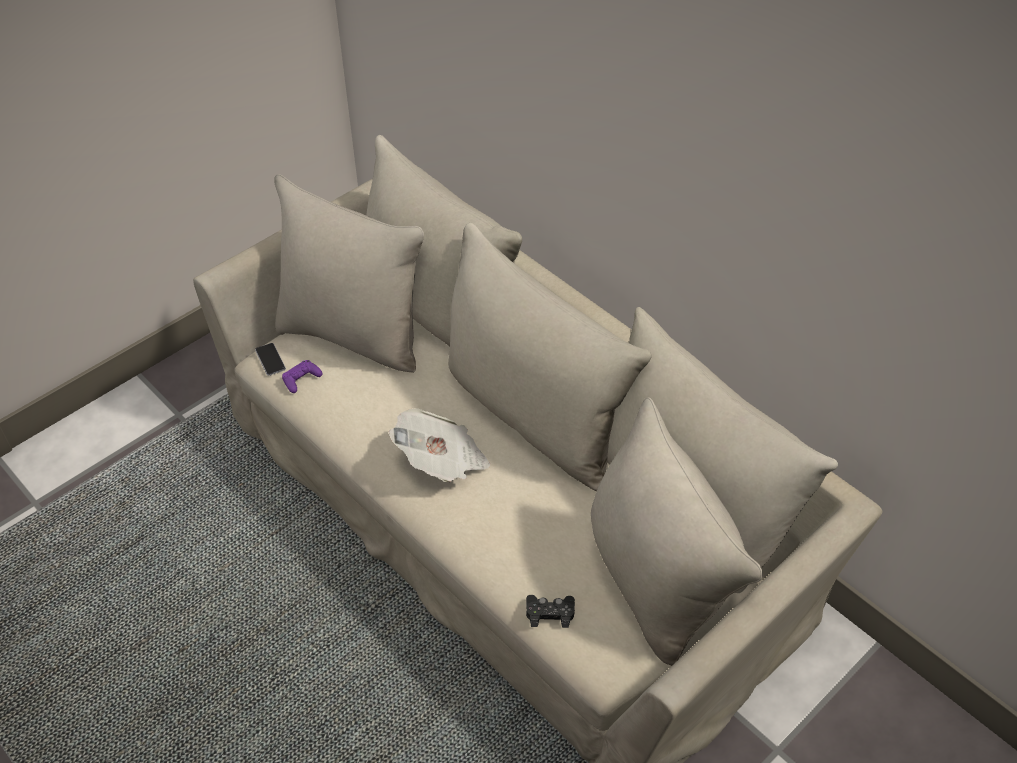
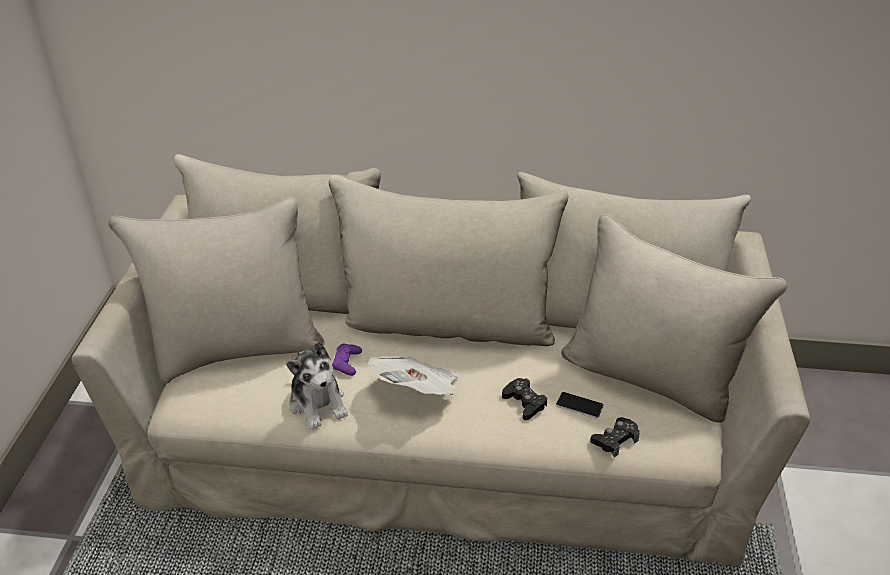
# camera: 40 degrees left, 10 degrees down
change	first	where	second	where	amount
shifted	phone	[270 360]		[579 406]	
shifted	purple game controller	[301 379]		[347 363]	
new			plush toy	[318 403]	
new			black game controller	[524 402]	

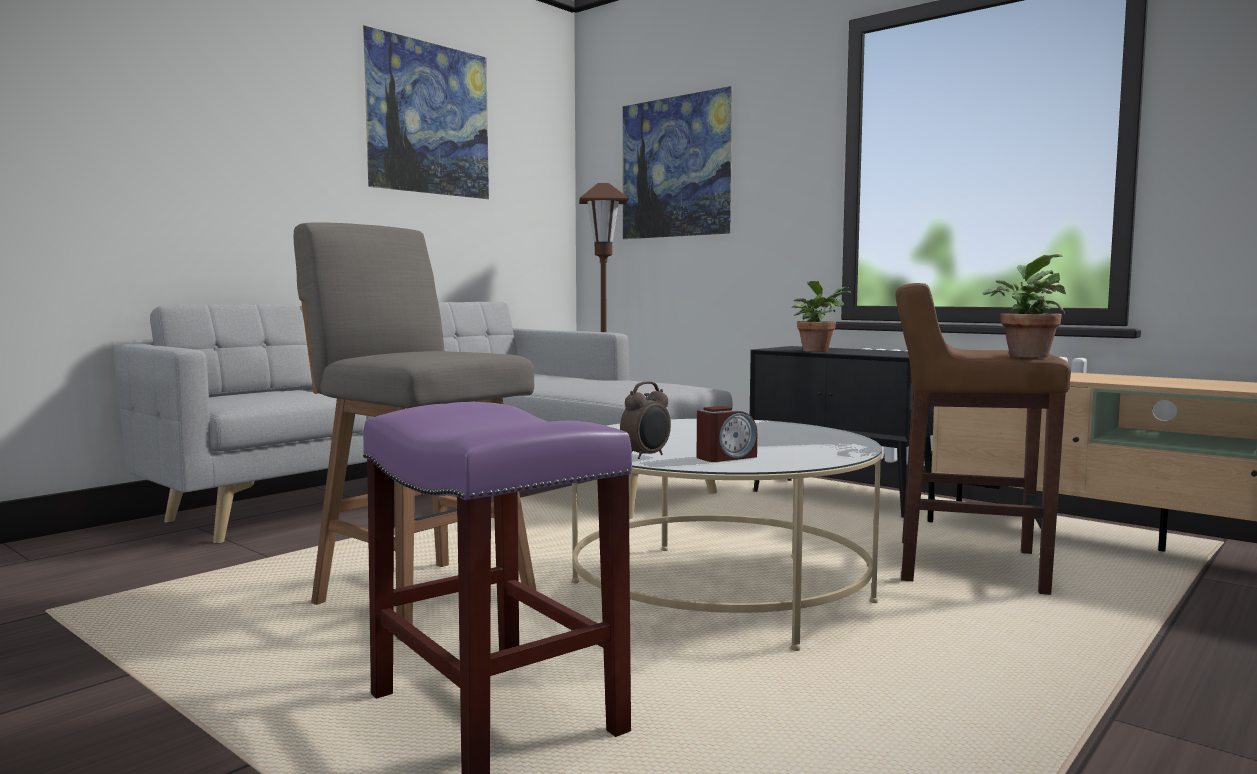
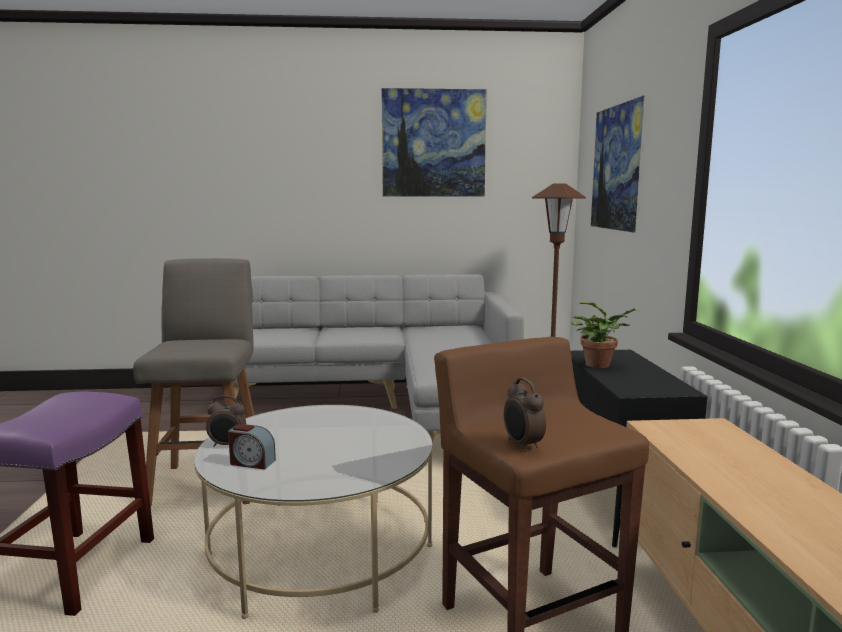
# camera: 45 degrees right, 5 degrees up
change	first	where	second	where	amount
swapped	potted plant	[1025 355]	alarm clock	[522 445]	

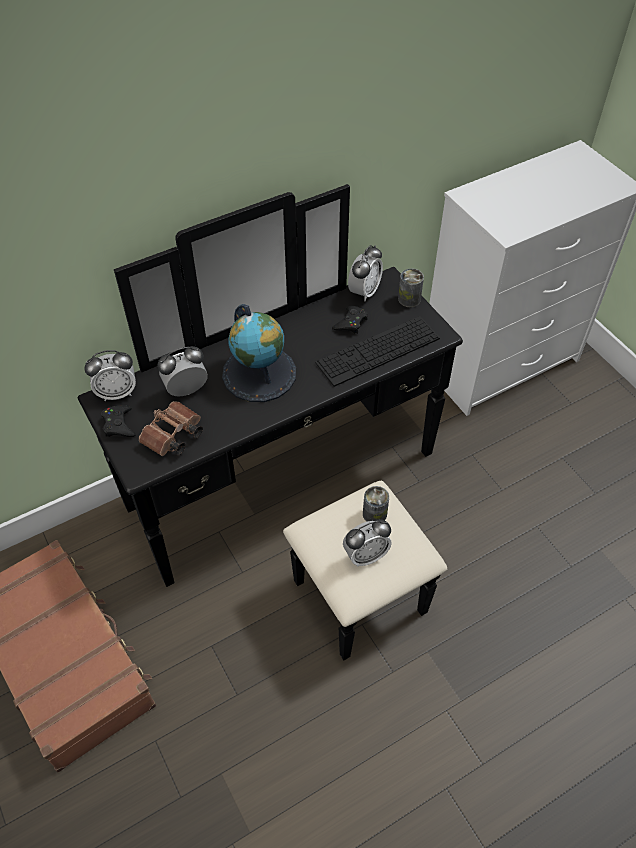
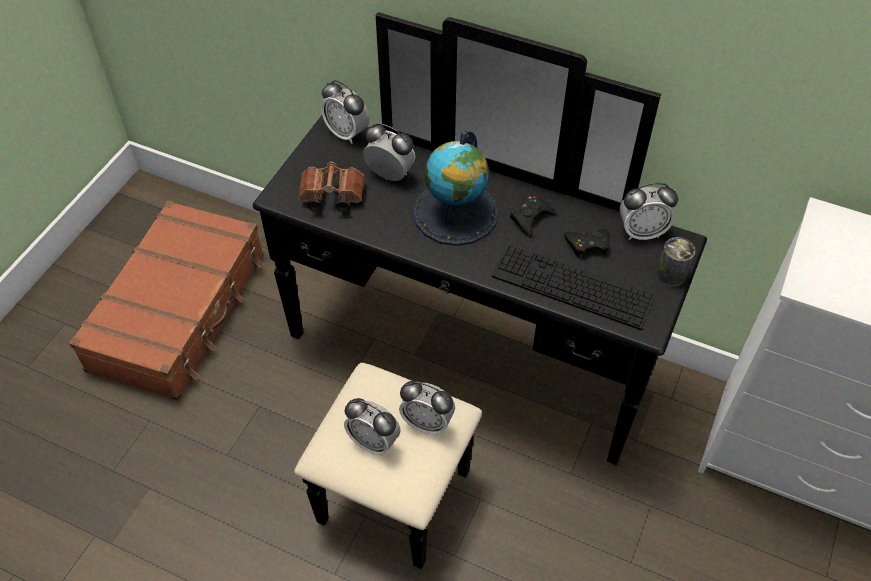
# camera: 55 degrees right, 0 degrees up
change	first	where	second	where	amount
shifted	black game controller	[119 424]		[530 218]	
swapped	can	[374 514]	alarm clock	[427 422]	

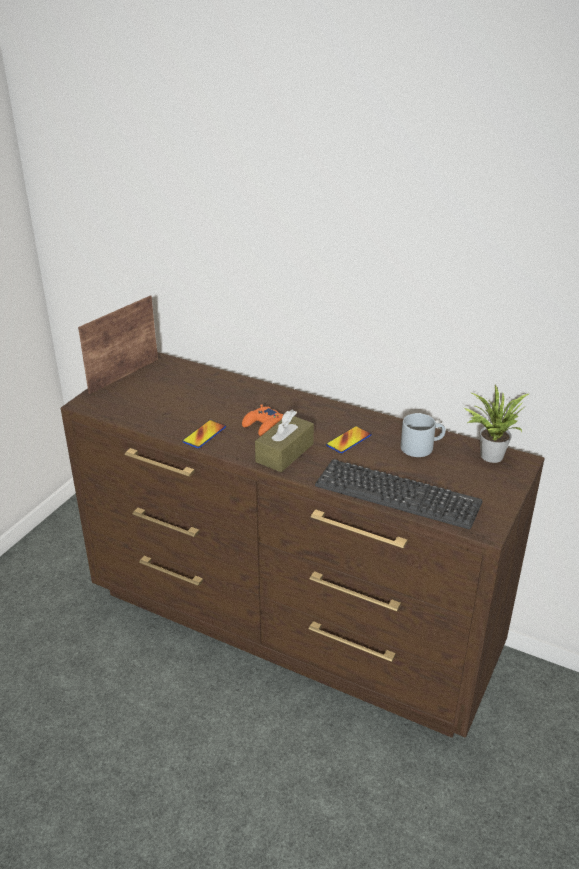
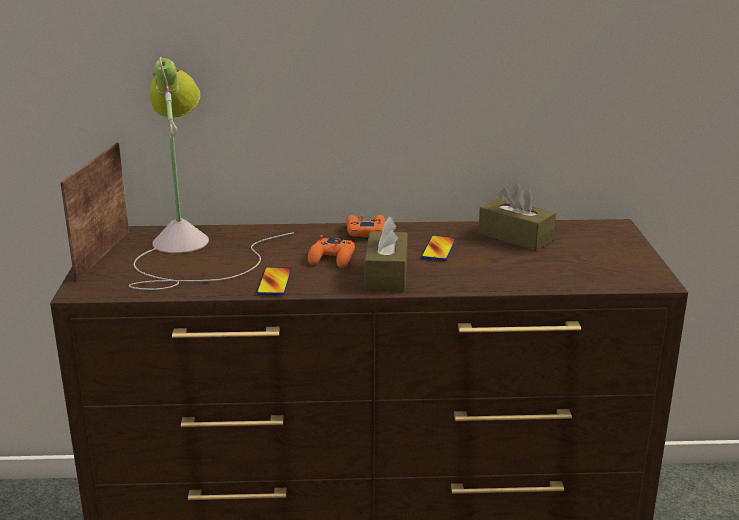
# camera: 30 degrees left, 10 degrees down
change	first	where	second	where	amount
gone	potted plant	[489 454]			
swapped	grey mug	[422 447]	brown tissue box	[515 237]	
gone	keyboard	[397 494]			
new			table lamp	[189 250]	
new			orange game controller	[365 231]	

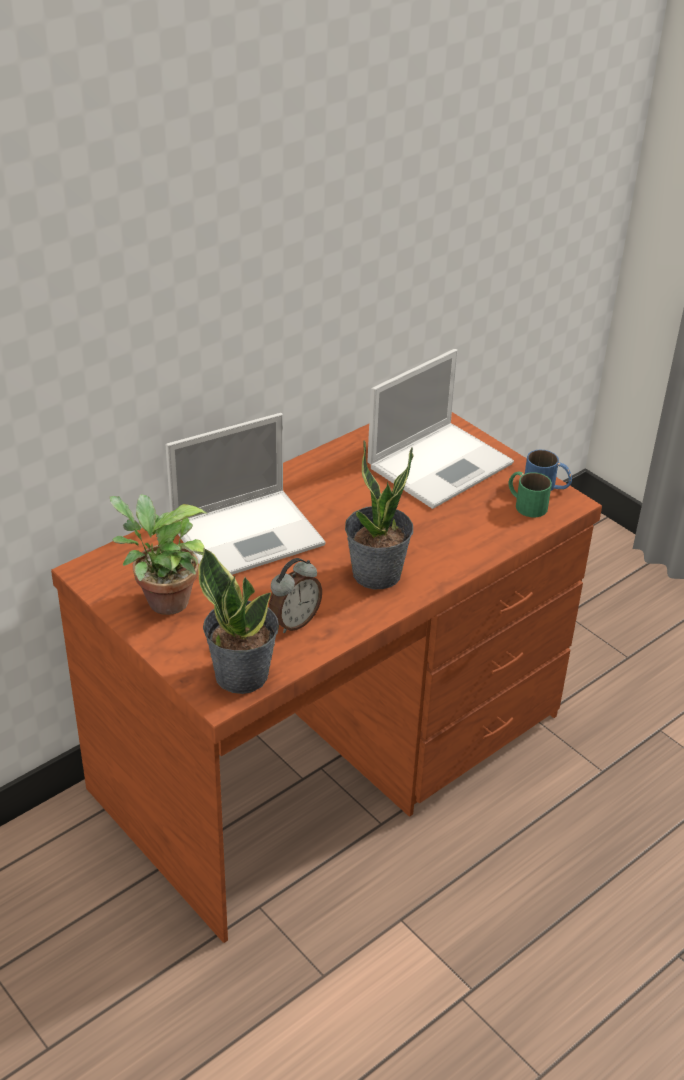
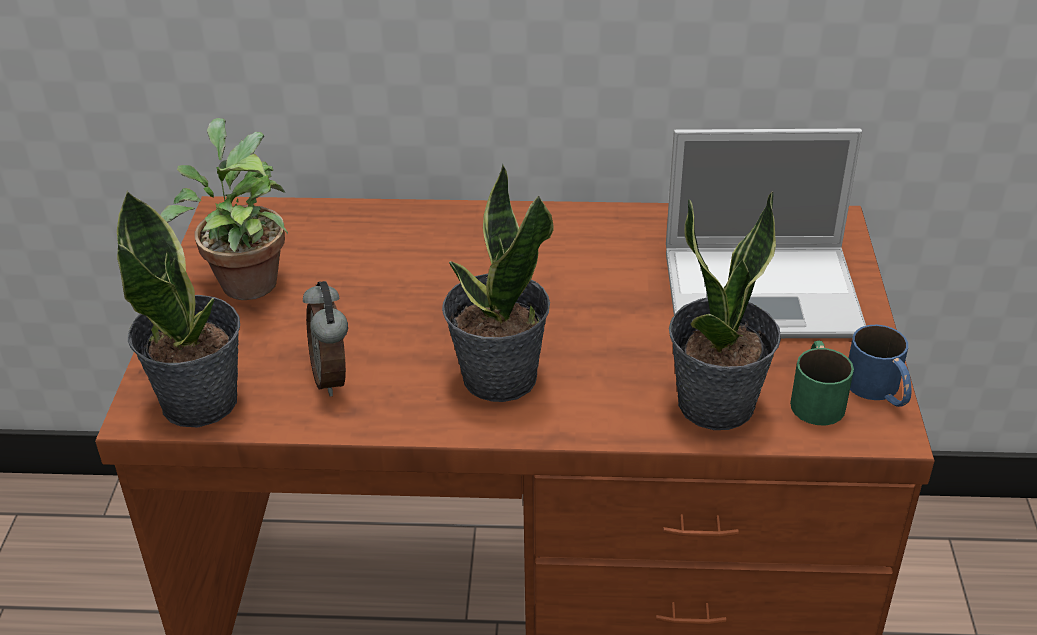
# camera: 45 degrees right, 0 degrees up
change	first	where	second	where	amount
gone	laptop	[250 533]			
rotated	alarm clock	[294 621]		[333 377]	75 degrees clockwise
new			potted plant	[717 405]	

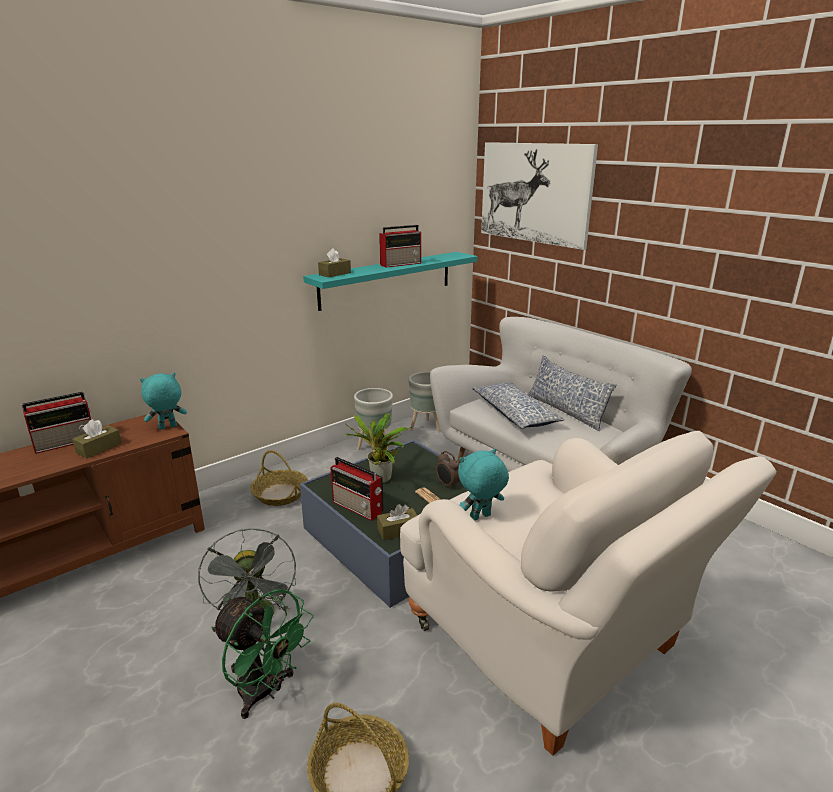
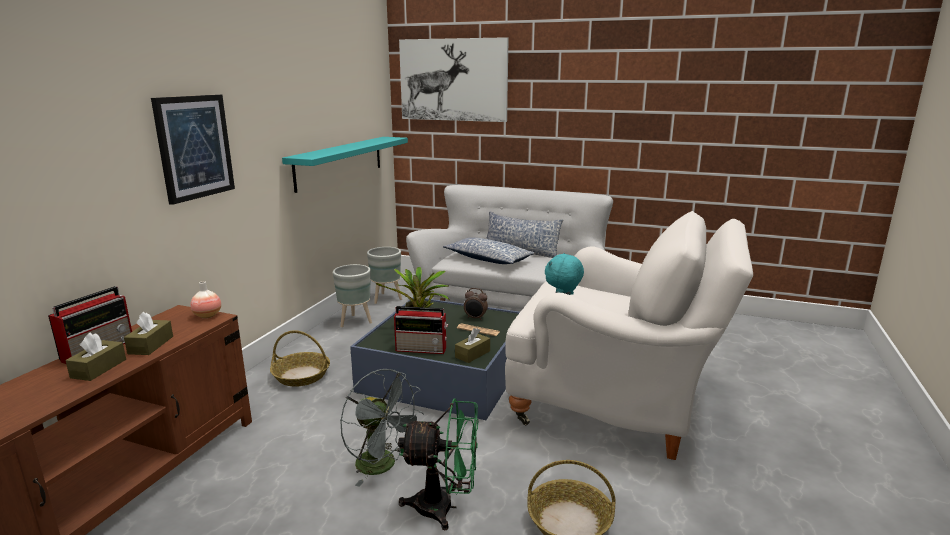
# camera: 30 degrees left, 5 degrees down
change	first	where	second	where	amount
gone	radio	[401 264]			
shifted	brown tissue box	[335 274]		[99 368]	
swapped	turquoise plush toy	[167 428]	vase	[207 315]	
new			picture	[194 147]	

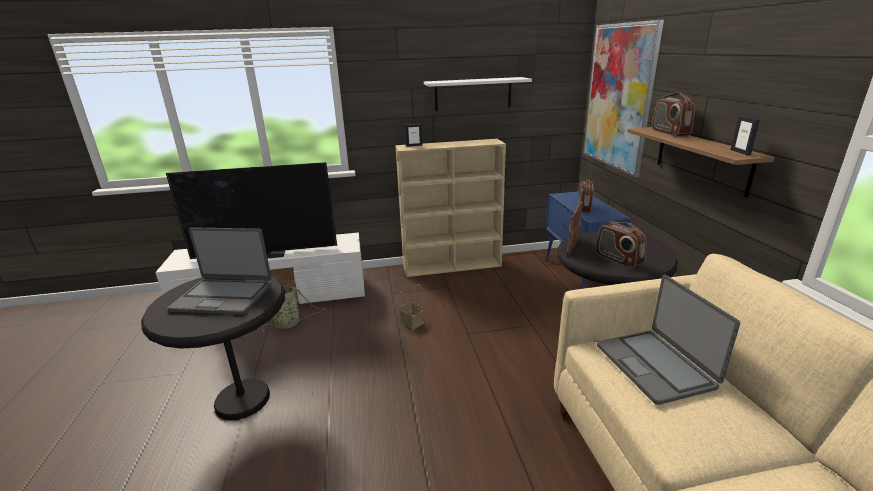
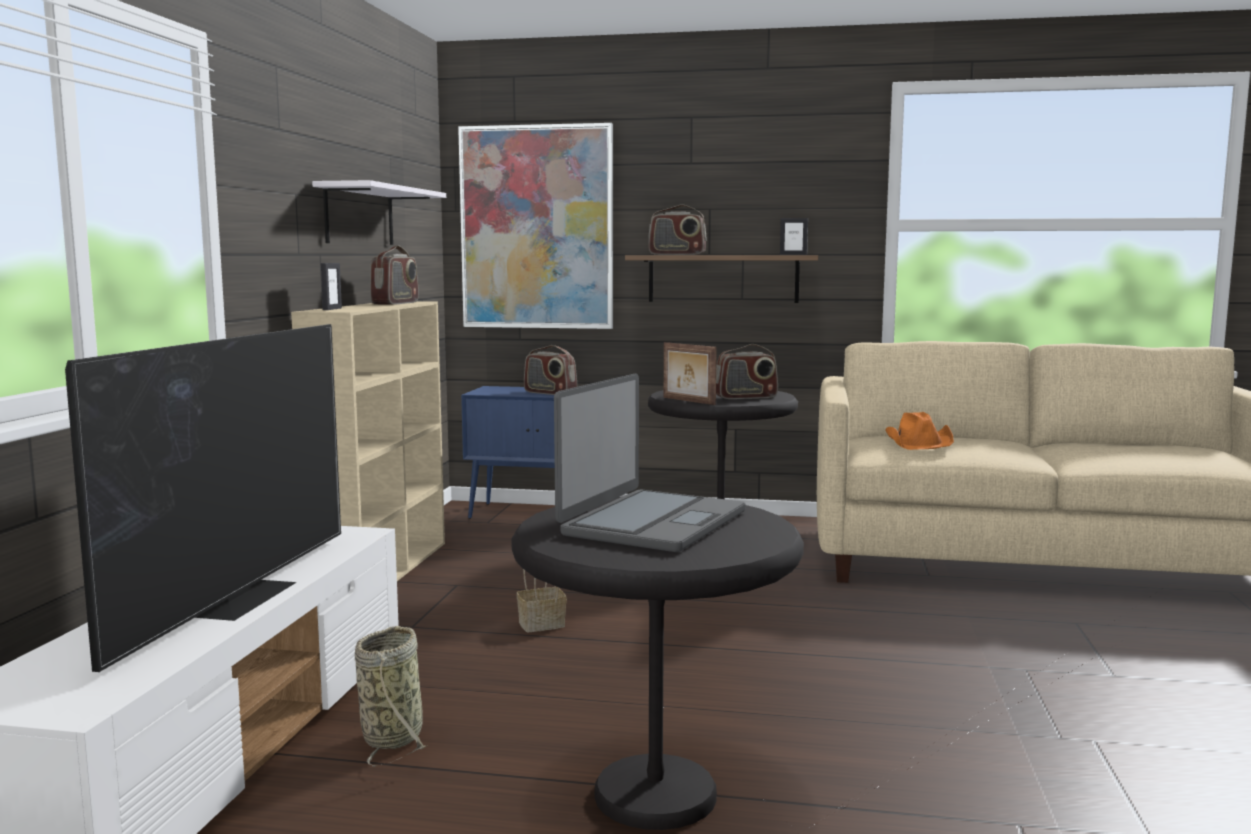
# camera: 70 degrees left, 15 degrees down
change	first	where	second	where	amount
swapped	laptop	[655 366]	orange hat	[919 443]	
new			radio	[396 303]	

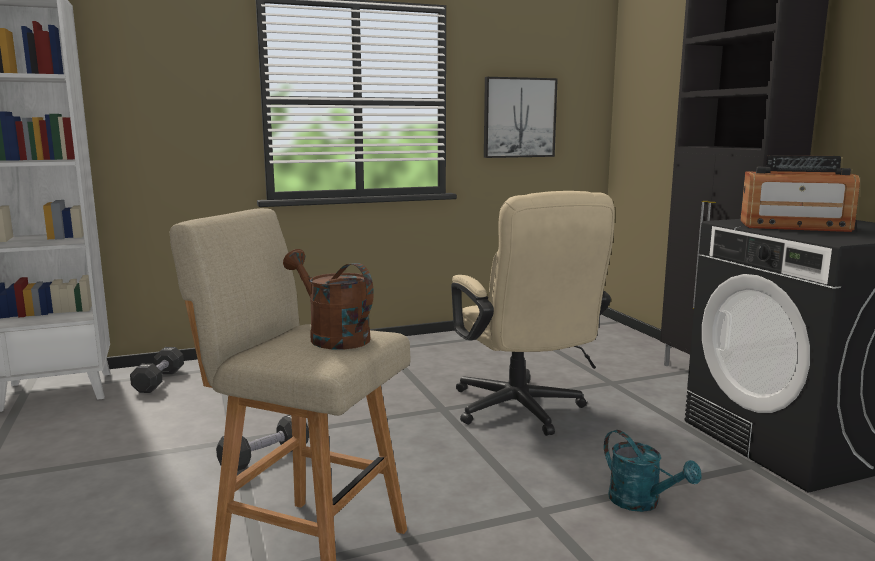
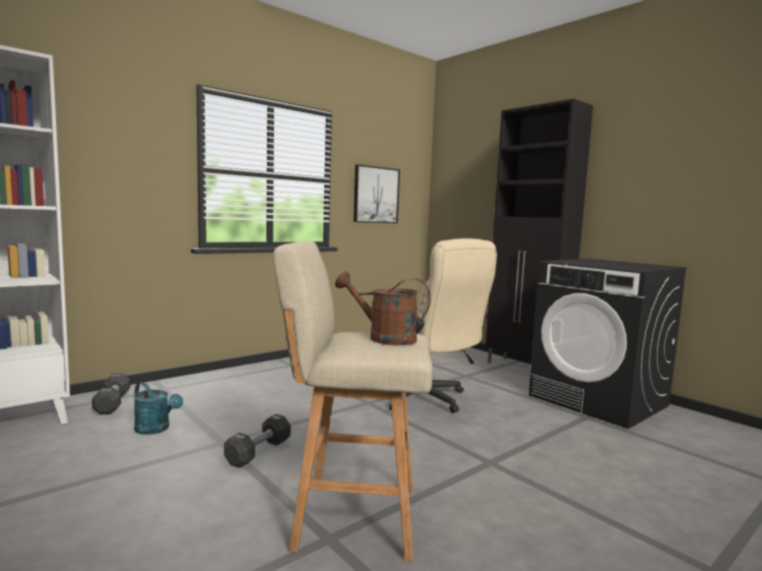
# camera: 20 degrees left, 5 degrees down
change	first	where	second	where	amount
gone	radio	[794 226]			
shifted	turquoise watering can	[642 503]		[156 429]	

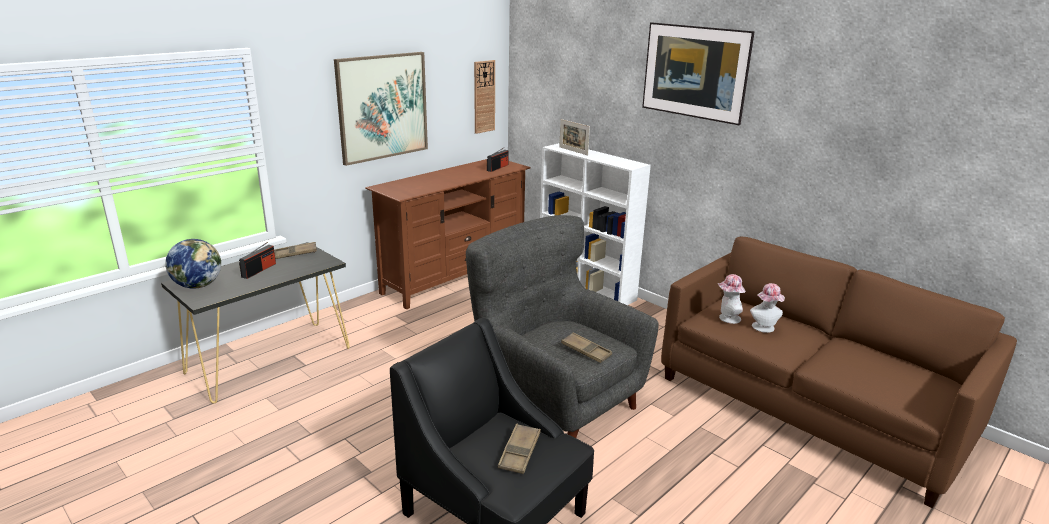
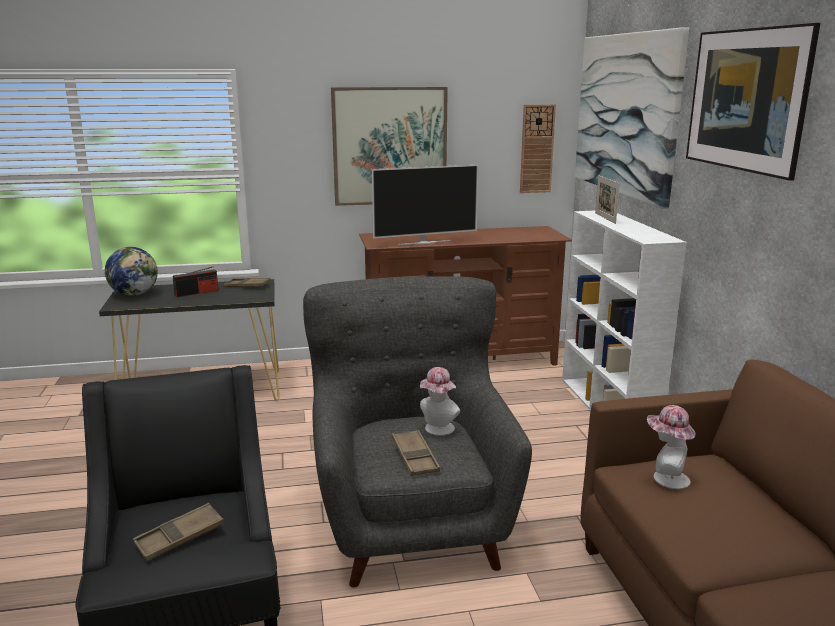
# camera: 35 degrees right, 5 degrees down
change	first	where	second	where	amount
gone	radio	[497 167]			
shifted	hat	[764 328]		[437 430]	
new			picture	[625 114]	
new			television	[424 242]	

